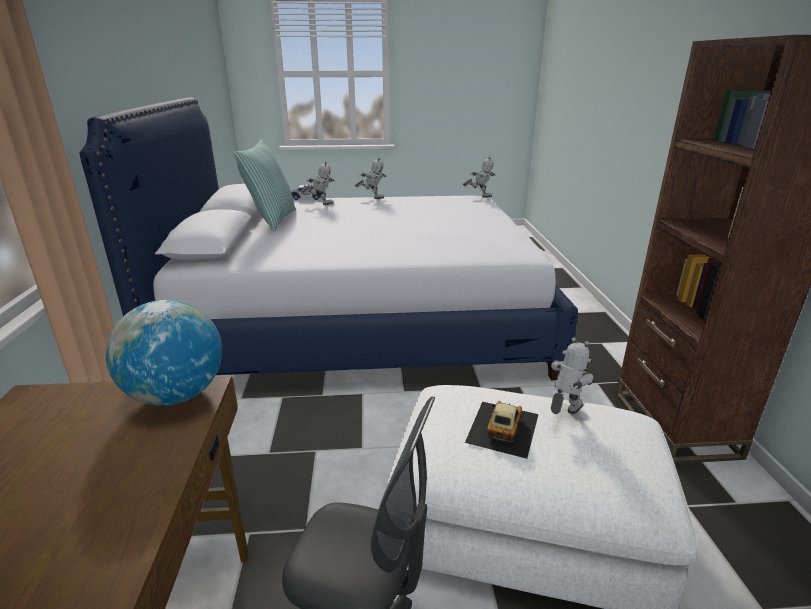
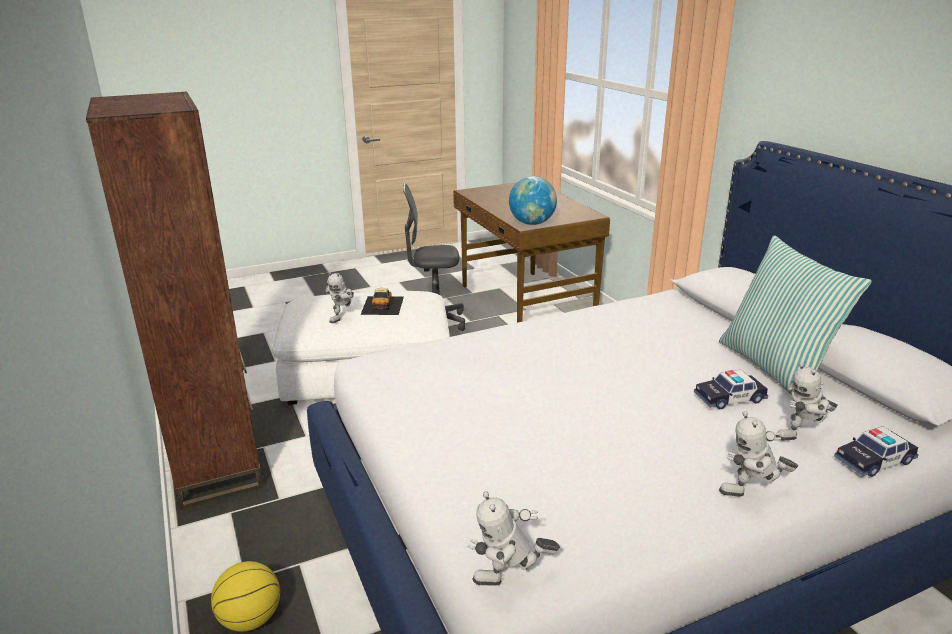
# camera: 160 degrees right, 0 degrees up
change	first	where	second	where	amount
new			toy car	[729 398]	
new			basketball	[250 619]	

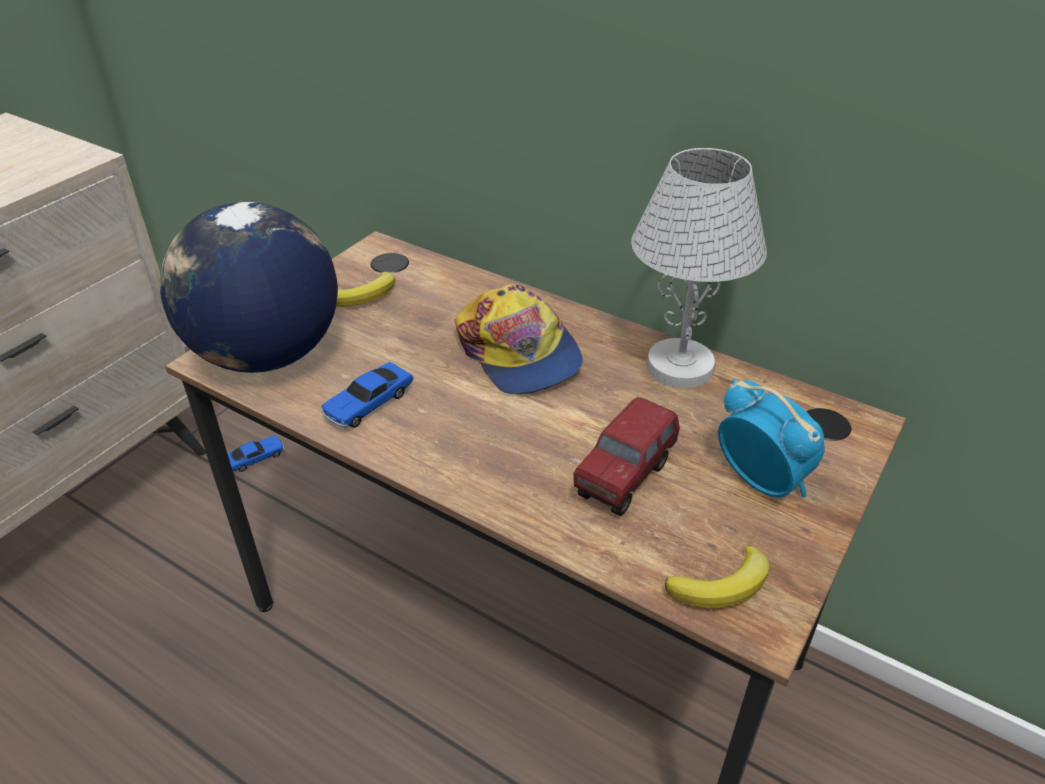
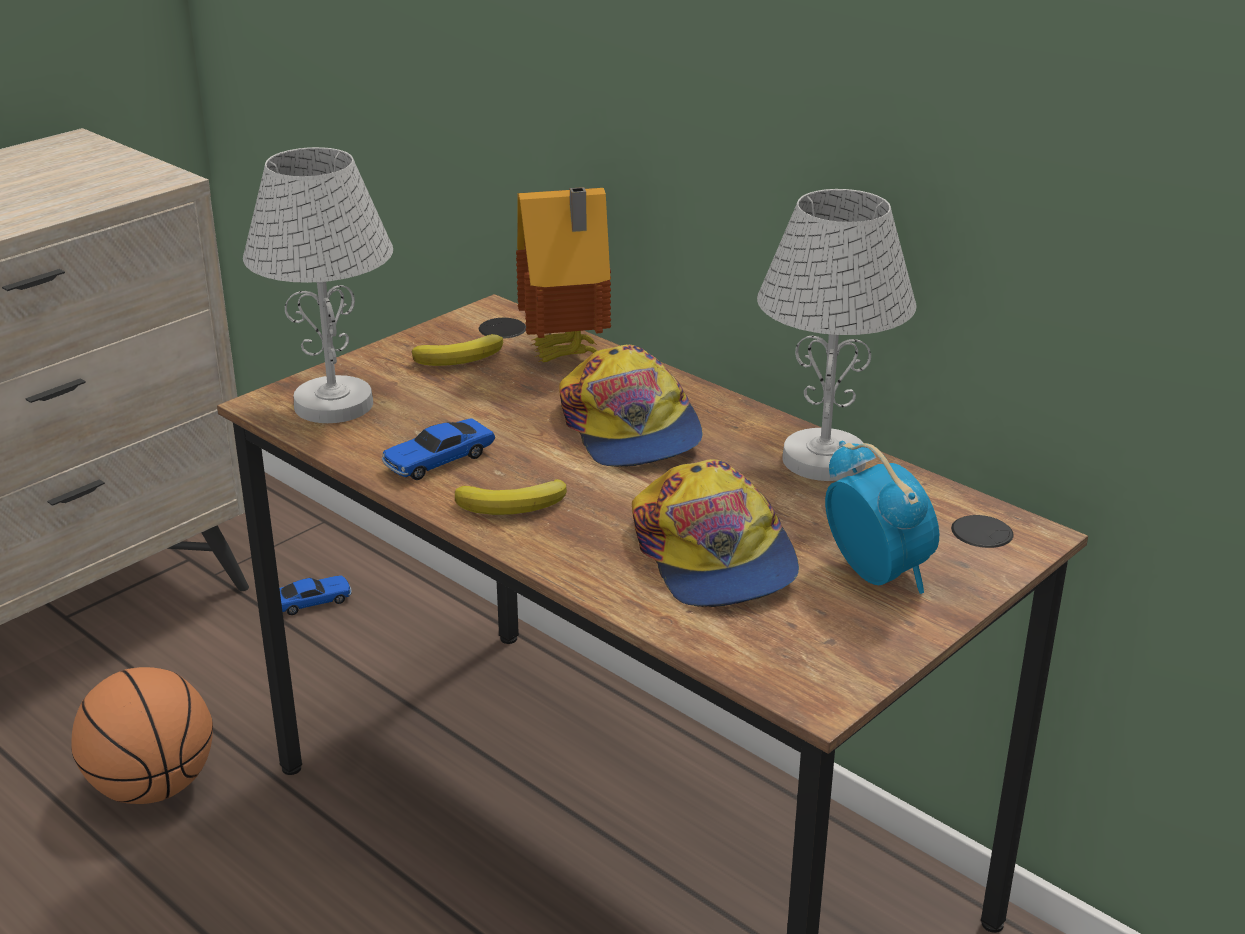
# camera: 10 degrees right, 10 degrees down
change	first	where	second	where	amount
swapped	globe	[266 355]	white table lamp	[333 405]	
swapped	toy truck	[625 478]	cap	[714 556]	
shifted	banana	[722 585]		[515 504]	
new			toy house	[566 356]	
new			basketball	[152 787]	

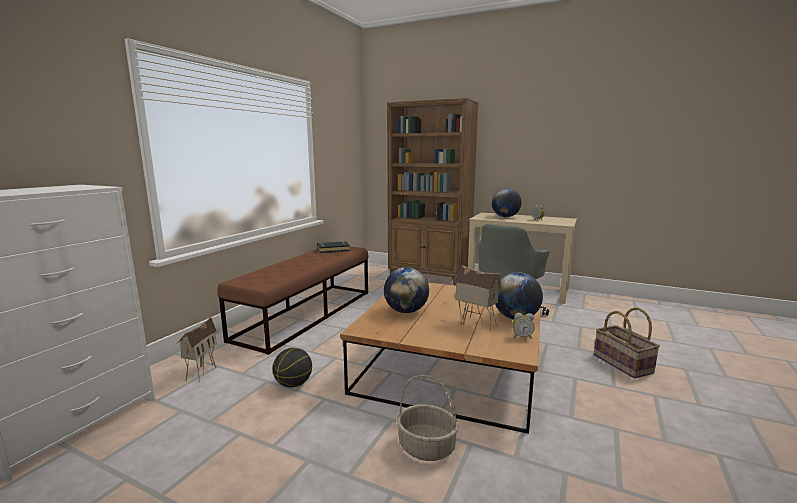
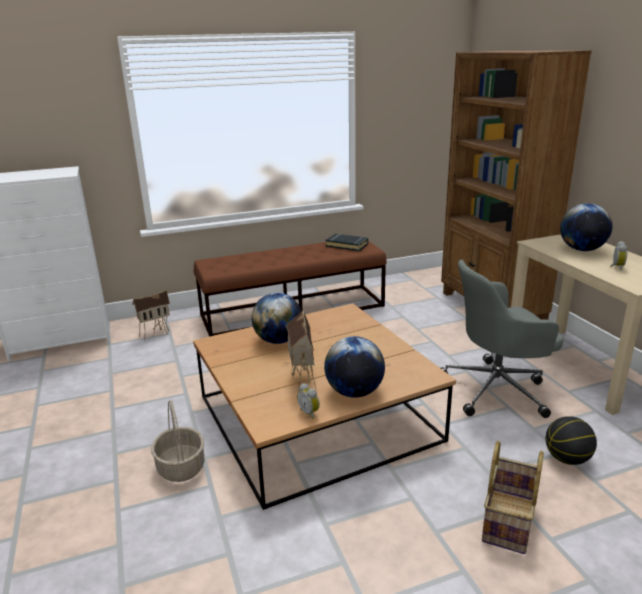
# camera: 45 degrees right, 10 degrees up
change	first	where	second	where	amount
shifted	basketball	[294 384]		[567 459]	

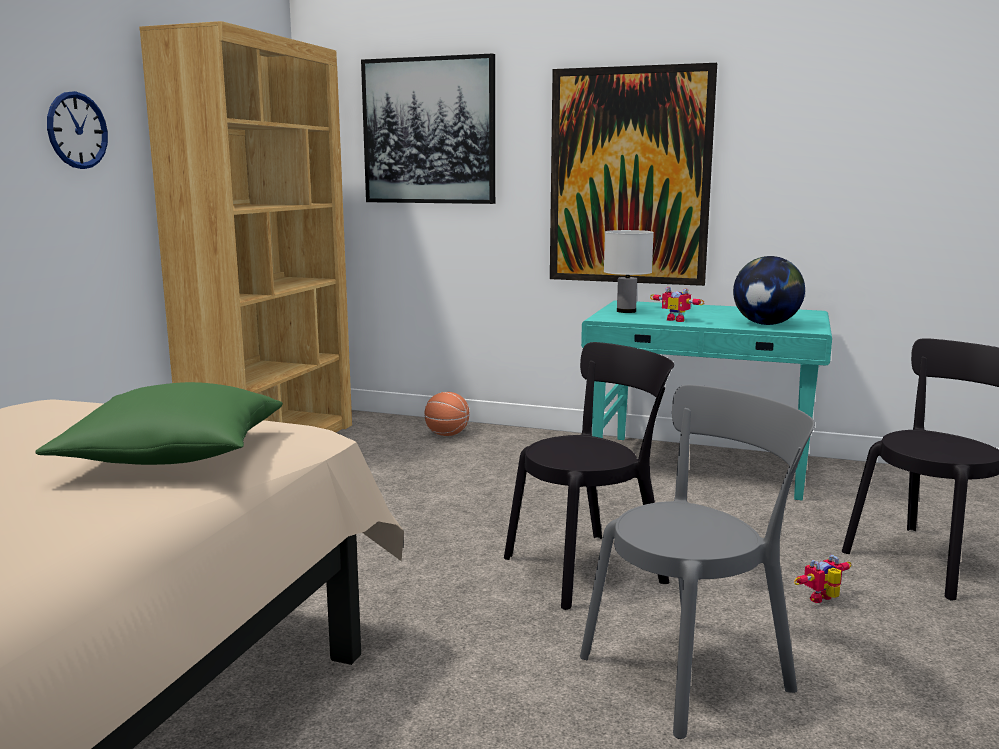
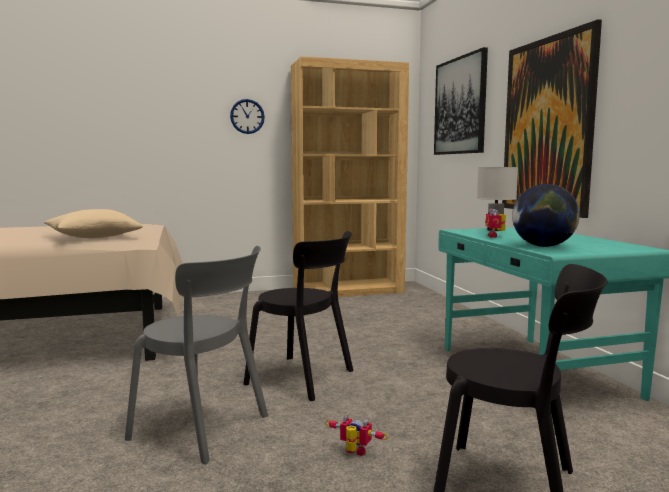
# camera: 55 degrees right, 5 degrees down
change	first	where	second	where	amount
repainted	green pillow	[174 455]	beige pillow	[93 237]	
gone	basketball	[447 434]			

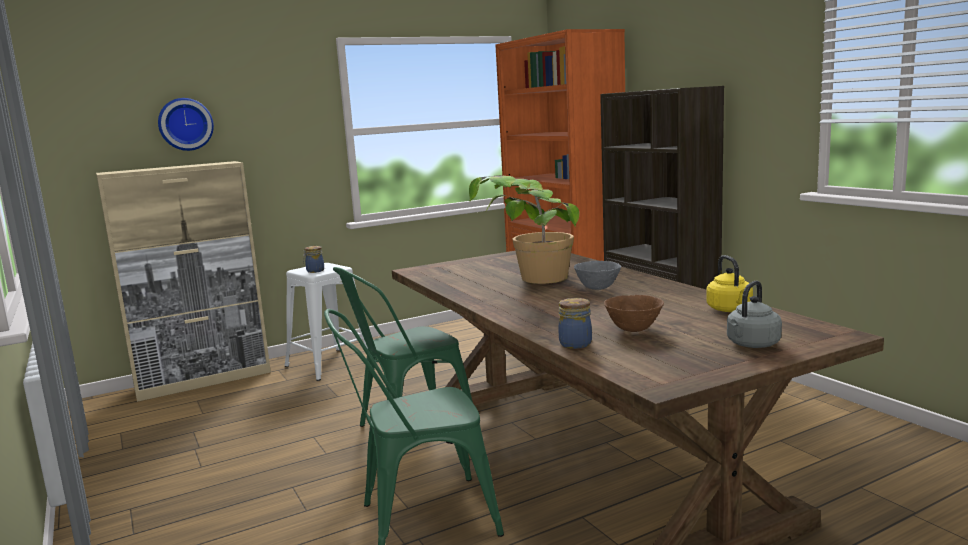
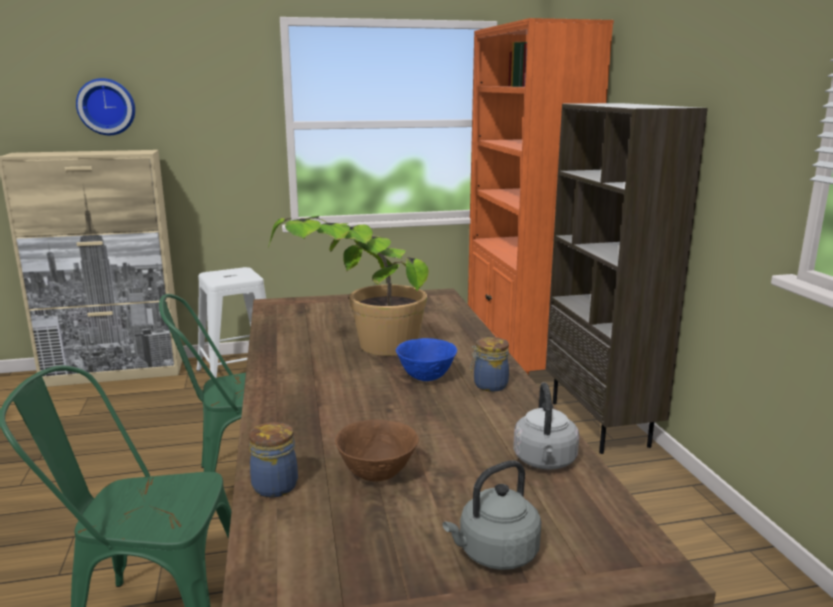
# camera: 15 degrees right, 5 degrees up
change	first	where	second	where	amount
shifted	jar	[314 271]		[489 385]	
repainted	yellow kettle	[730 310]	grey kettle	[545 462]	
repainted	grey bowl	[598 288]	blue bowl	[426 377]	

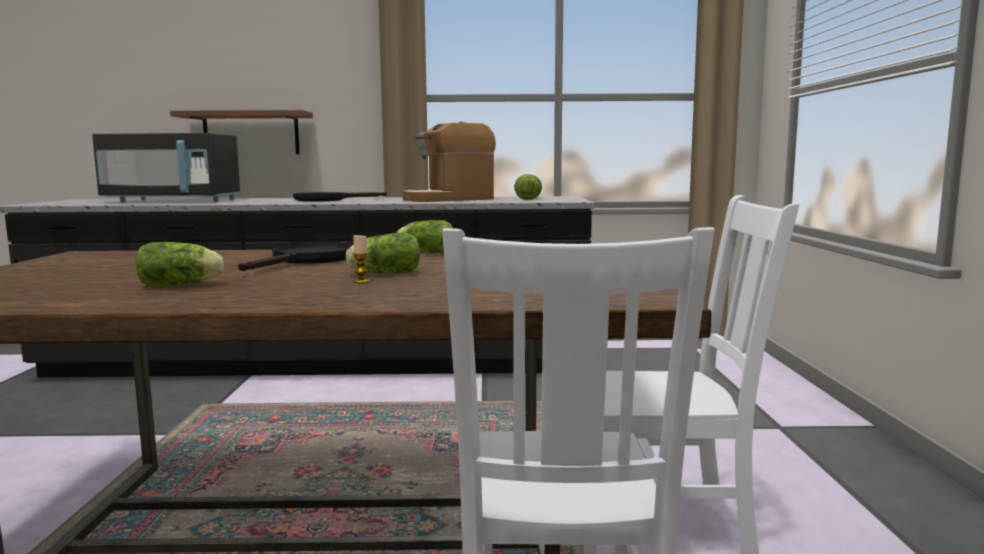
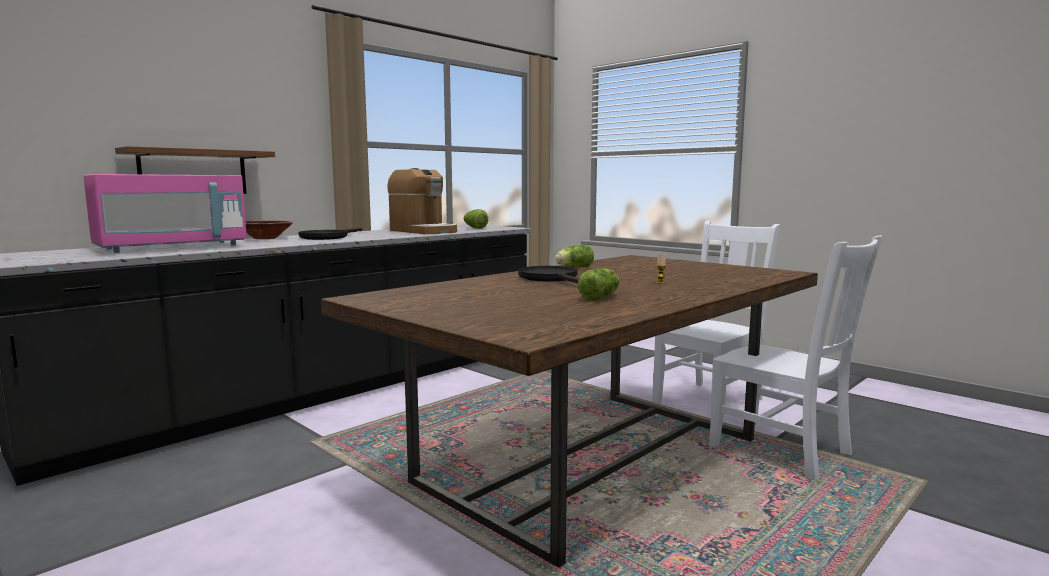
# camera: 45 degrees left, 0 degrees up
change	first	where	second	where	amount
rotated	coffee machine	[449 199]		[423 231]	60 degrees counterclockwise
repainted	black microwave	[173 201]	pink microwave	[172 247]	
gone	lettuce	[383 274]			
new			brown bowl	[265 238]	

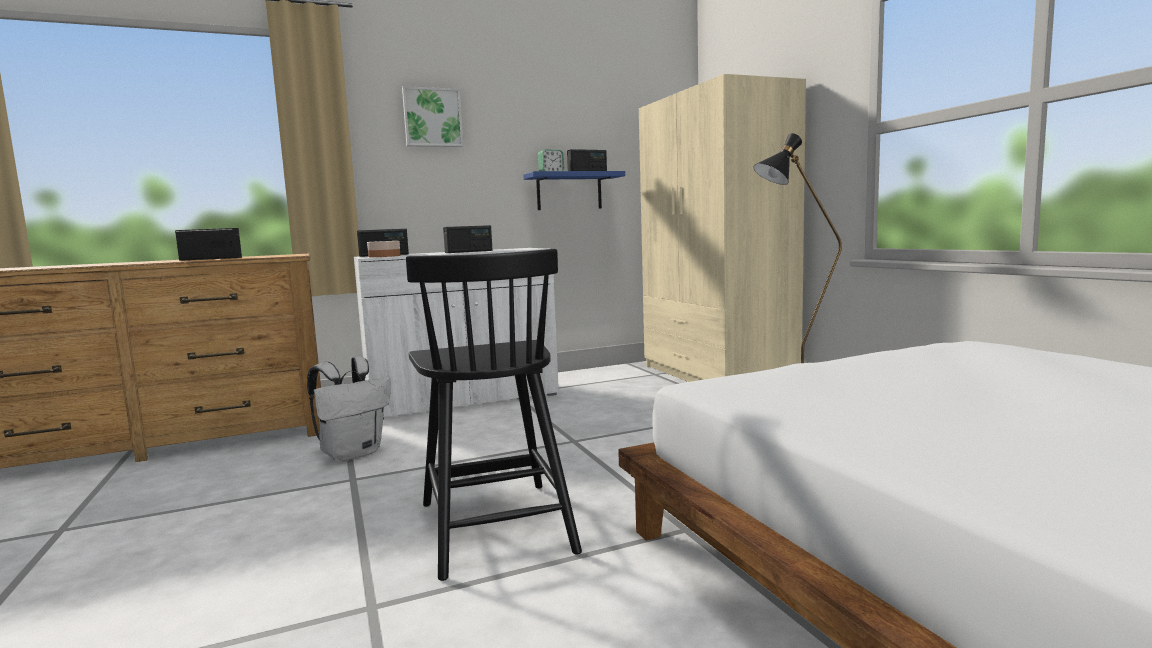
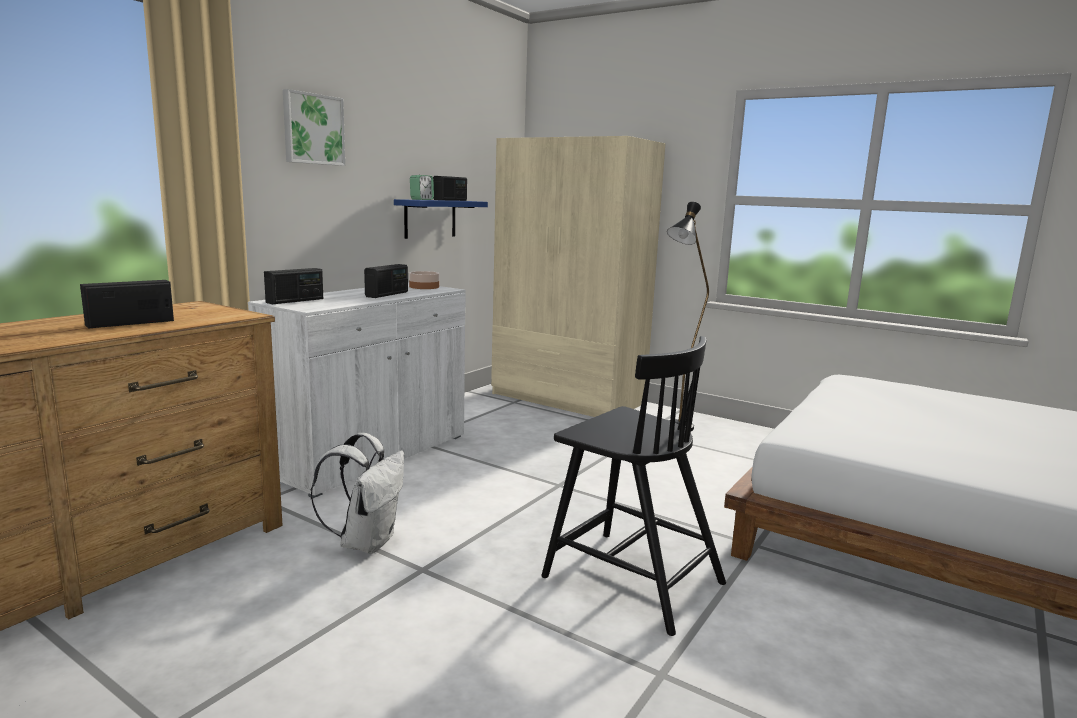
# camera: 35 degrees left, 5 degrees up
change	first	where	second	where	amount
shifted	bowl	[385 256]		[424 287]	

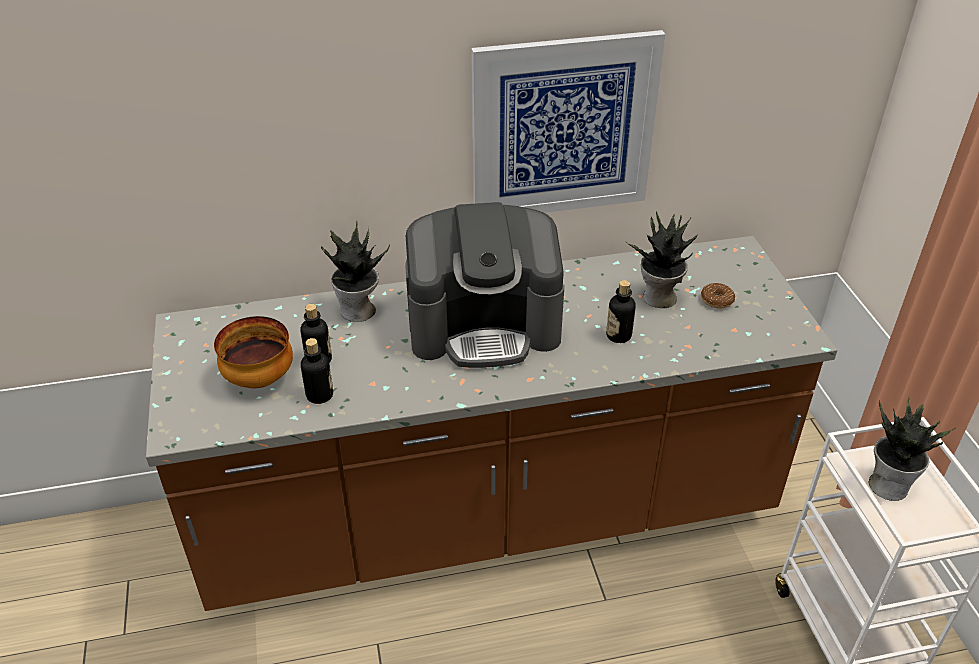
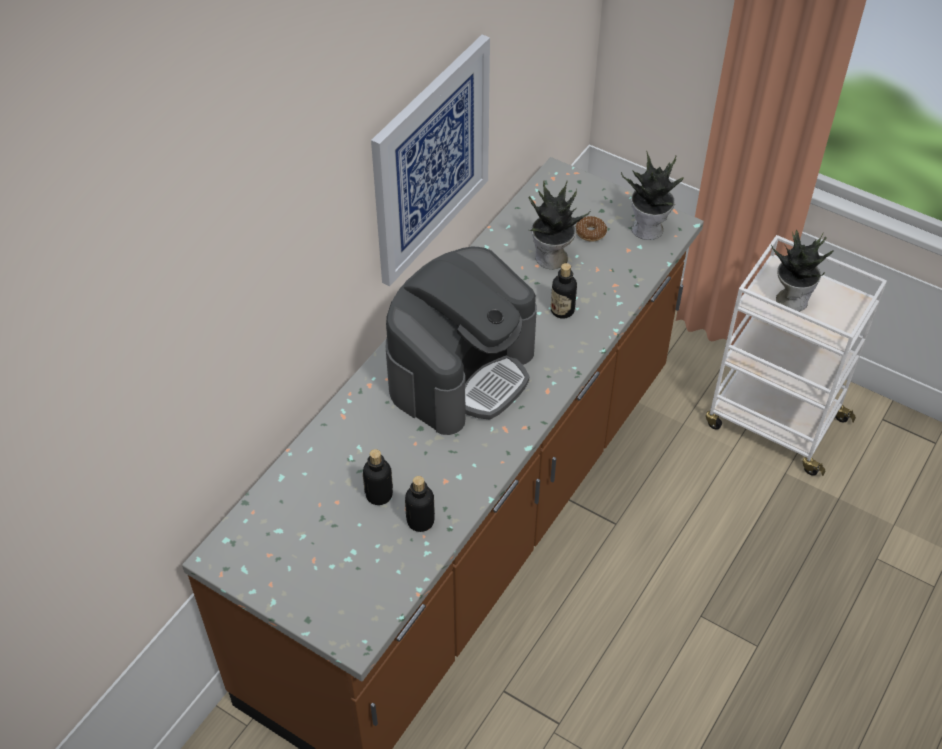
# camera: 45 degrees left, 10 degrees up
change	first	where	second	where	amount
shifted	potted plant	[358 312]		[648 229]	
gone	bowl	[259 379]			

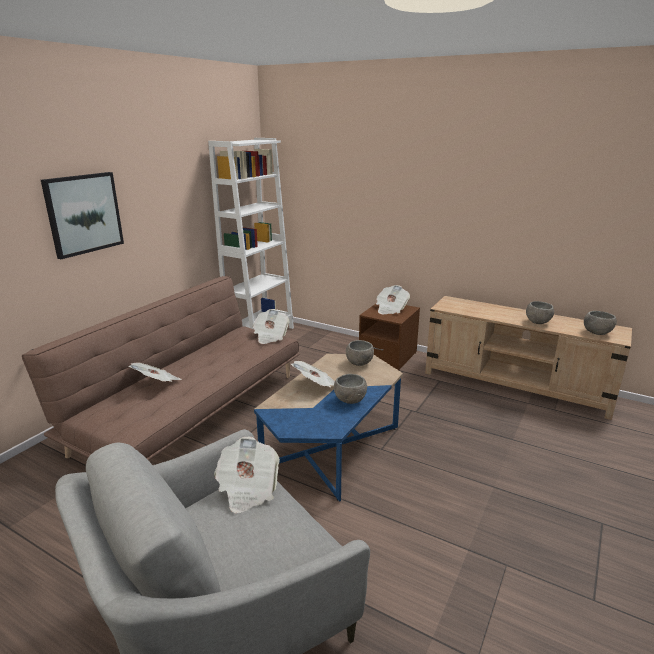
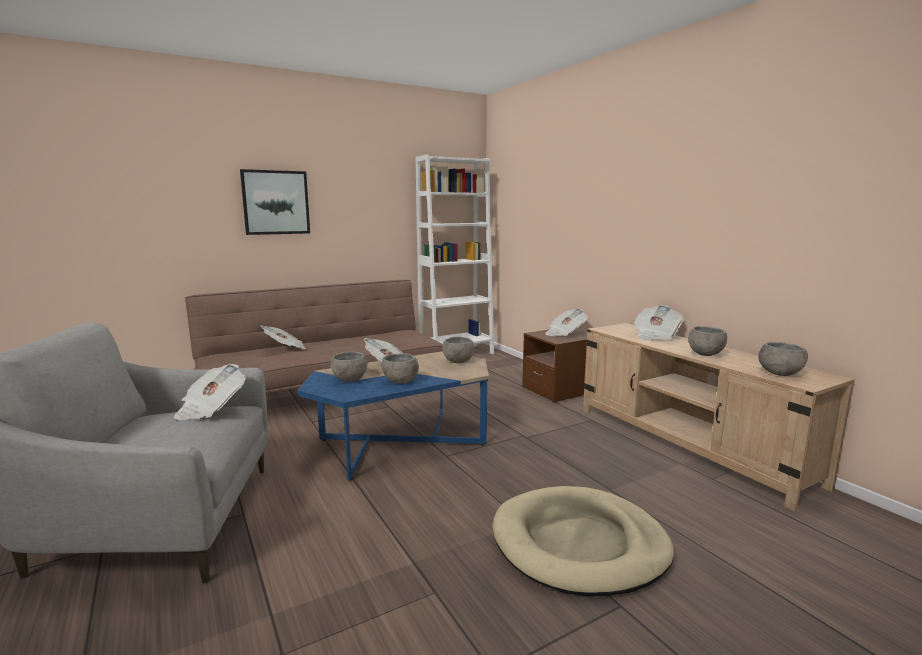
# camera: 30 degrees right, 10 degrees down
change	first	where	second	where	amount
shifted	newspaper	[270 336]		[655 336]	
new			grey bowl	[350 380]	
new			beige dog bed	[579 544]	

